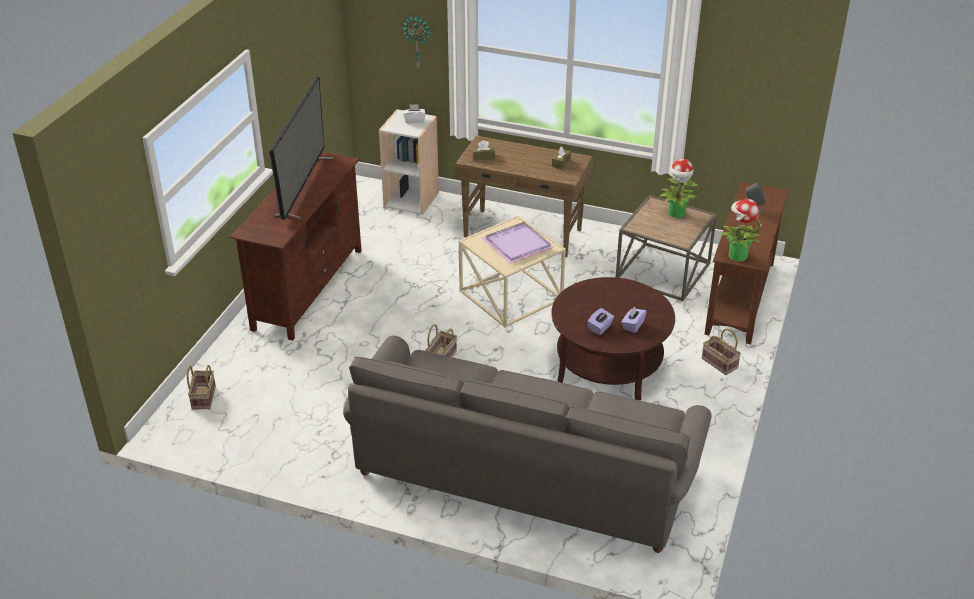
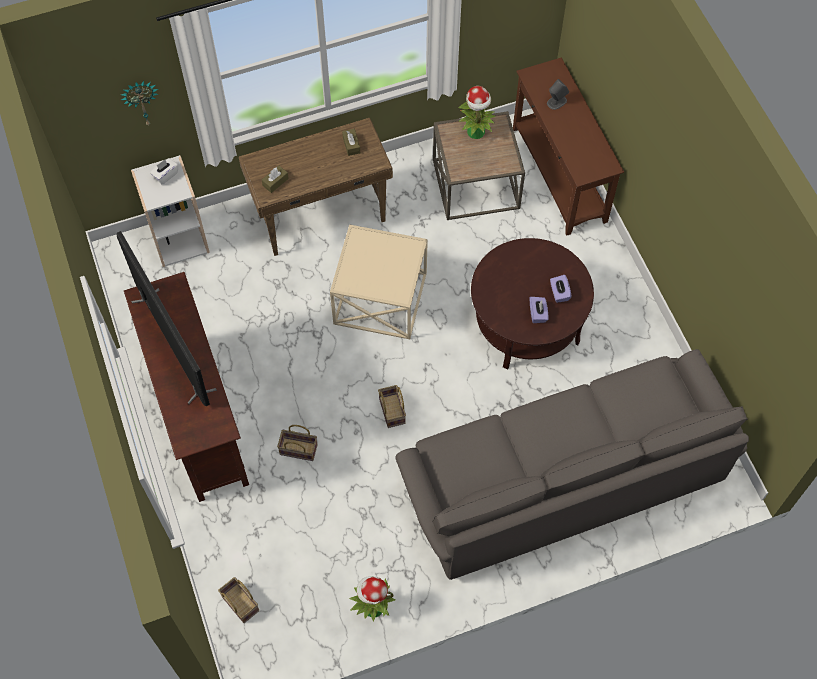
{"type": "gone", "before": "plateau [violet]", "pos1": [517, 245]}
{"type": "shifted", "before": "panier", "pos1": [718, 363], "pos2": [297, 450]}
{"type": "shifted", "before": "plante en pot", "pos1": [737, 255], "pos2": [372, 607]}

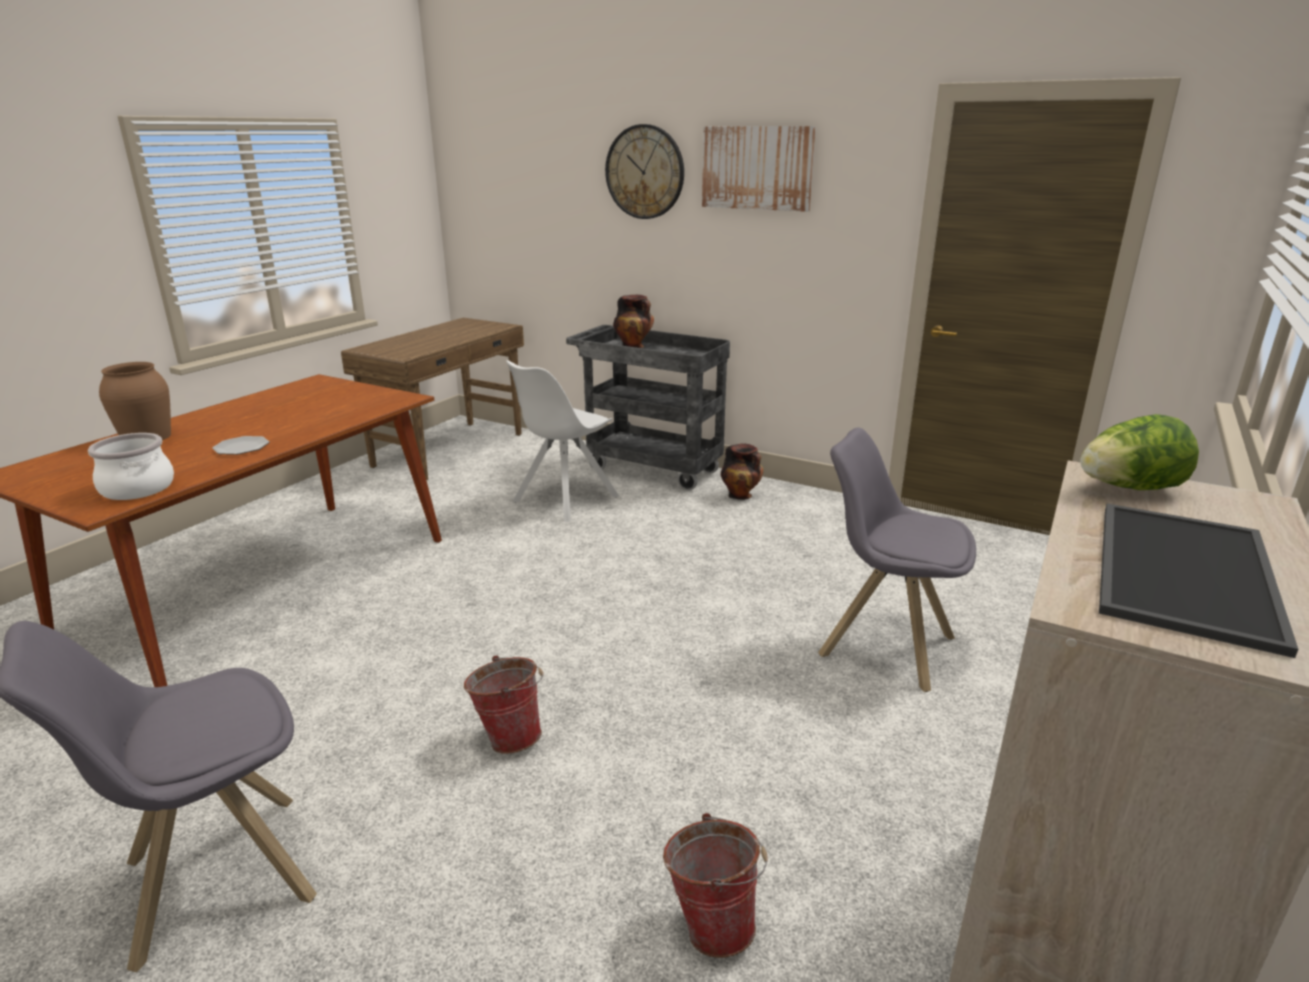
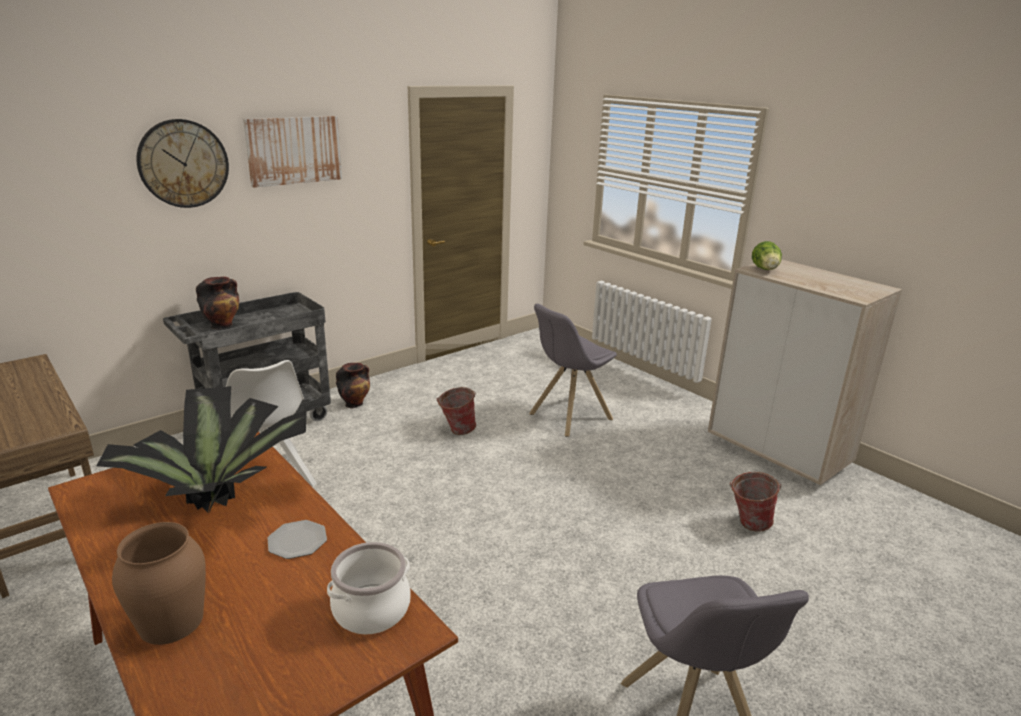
{"type": "shifted", "before": "seau", "pos1": [509, 735], "pos2": [456, 430]}
{"type": "gone", "before": "plateau", "pos1": [1179, 570]}
{"type": "new", "after": "plante en pot", "pos2": [221, 494]}

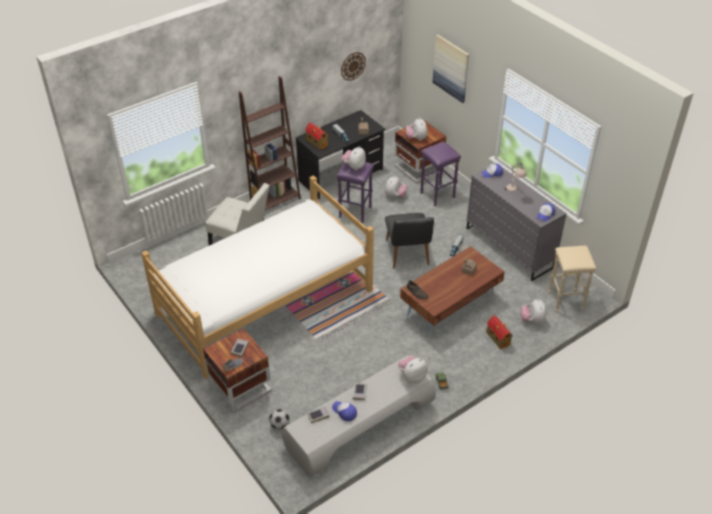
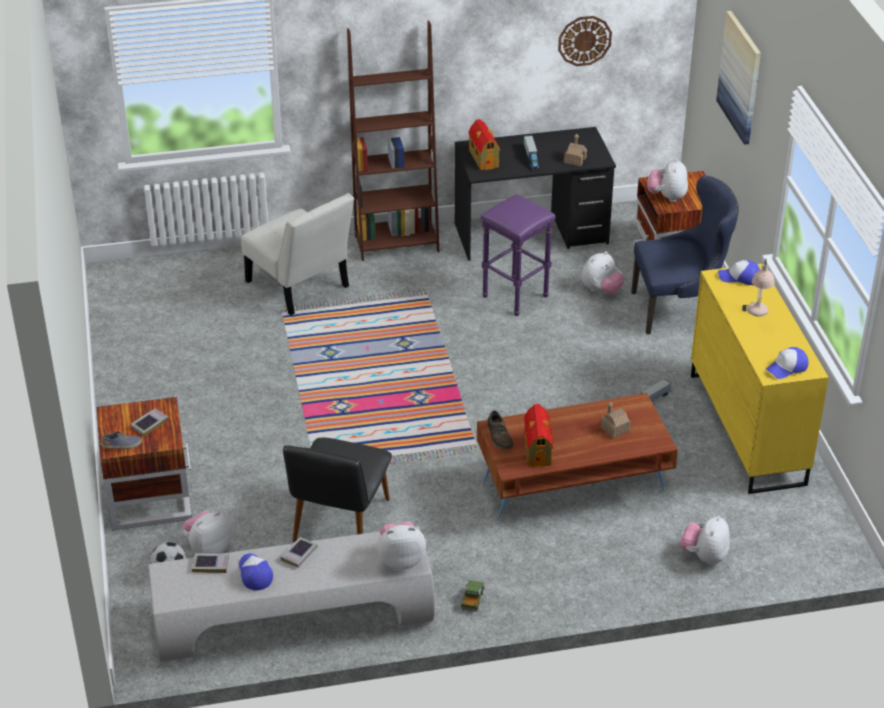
{"type": "gone", "before": "lit", "pos1": [264, 302]}
{"type": "shifted", "before": "peluche", "pos1": [354, 167], "pos2": [208, 547]}
{"type": "shifted", "before": "chaise [noir]", "pos1": [407, 252], "pos2": [341, 520]}
{"type": "swapped", "before": "tabouret [violet]", "after": "chaise [bleu]", "pos1": [438, 195], "pos2": [678, 309]}
{"type": "repainted", "before": "commode [gris]", "after": "commode [jaune]", "pos1": [510, 247], "pos2": [748, 429]}
{"type": "shifted", "before": "maison miniature", "pos1": [497, 338], "pos2": [537, 449]}
{"type": "gone", "before": "tabouret [beige]", "pos1": [566, 301]}

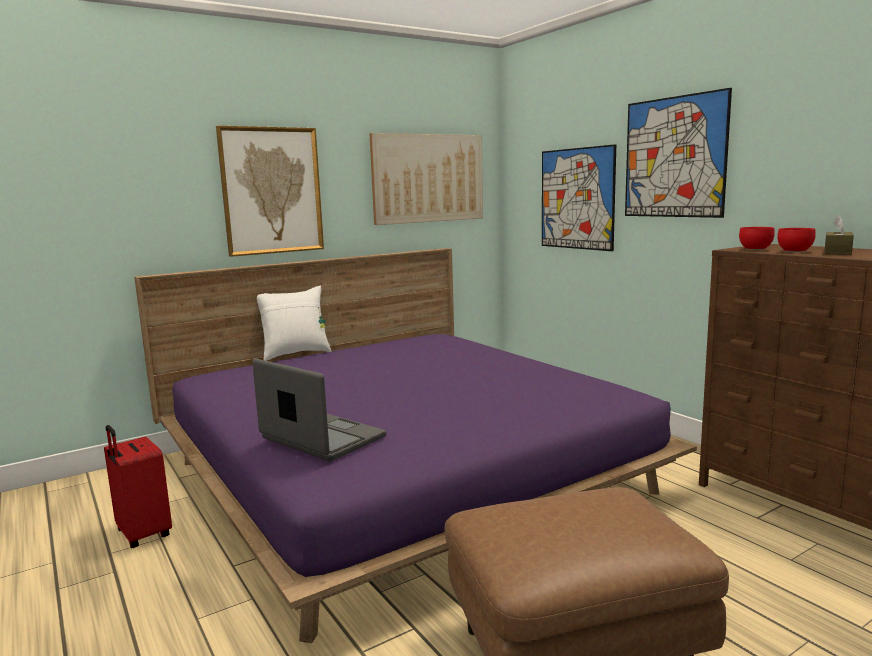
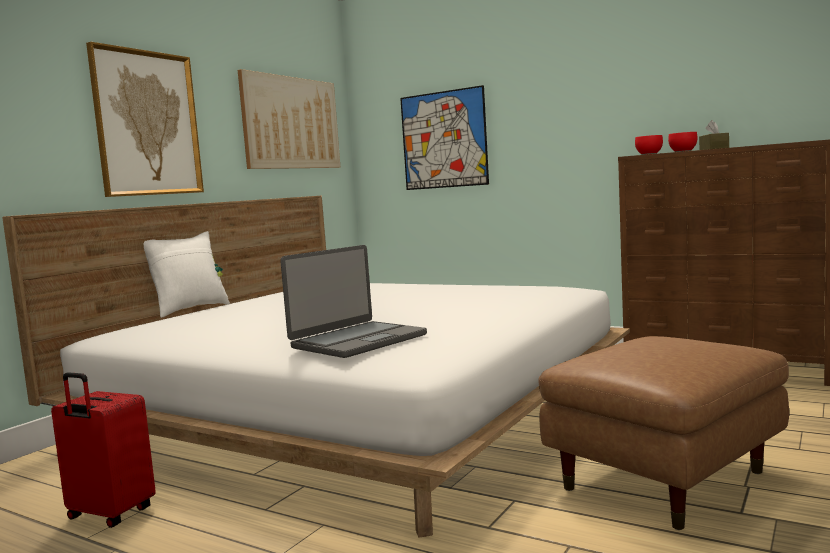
{"type": "repainted", "before": "lit [violet]", "after": "lit [blanc]", "pos1": [403, 476], "pos2": [361, 411]}
{"type": "rotated", "before": "ordinateur portable", "pos1": [321, 438], "pos2": [357, 341], "turn": 120}
{"type": "gone", "before": "tableau", "pos1": [674, 157]}

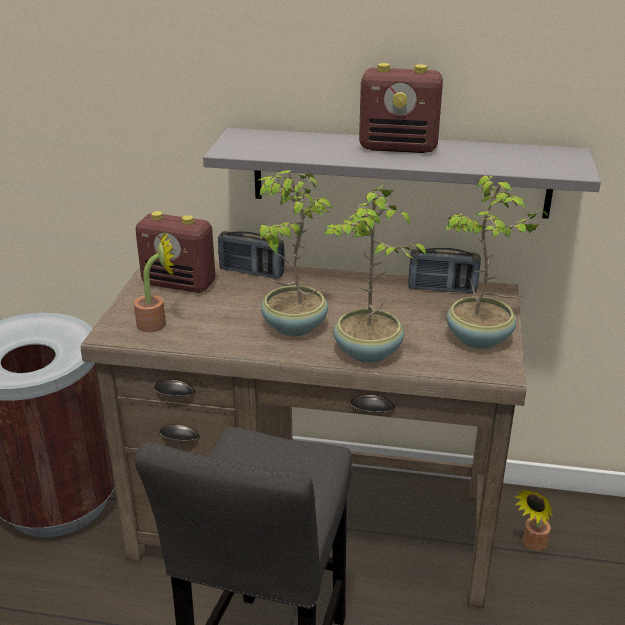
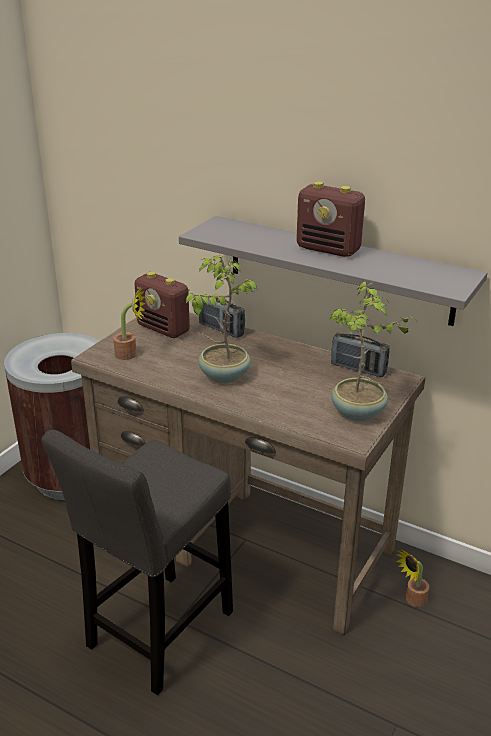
{"type": "gone", "before": "plante en pot", "pos1": [367, 353]}

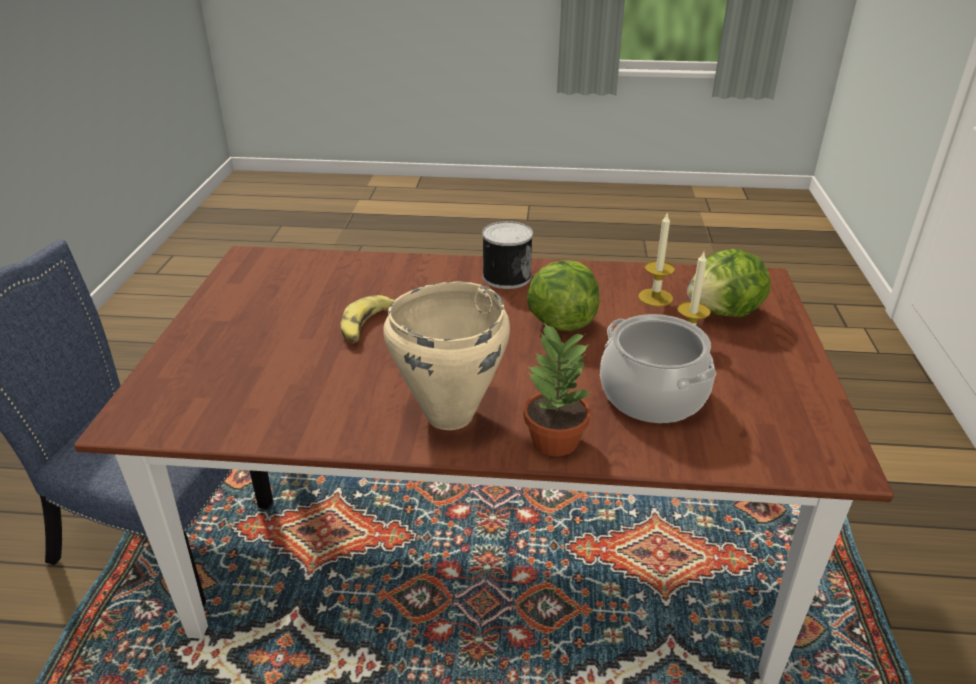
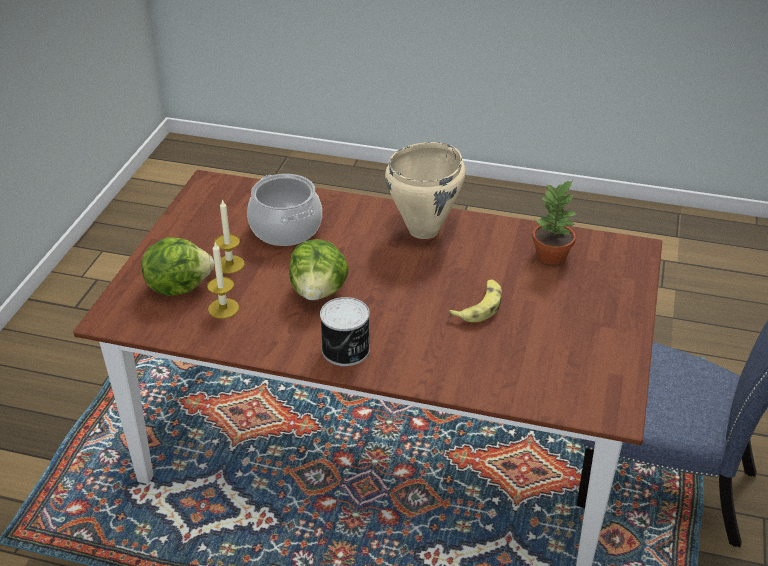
{"type": "shifted", "before": "plante en pot", "pos1": [553, 440], "pos2": [552, 256]}

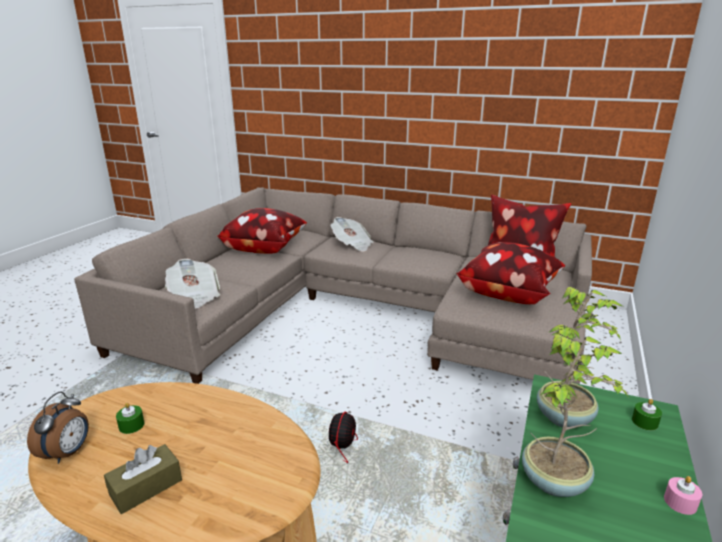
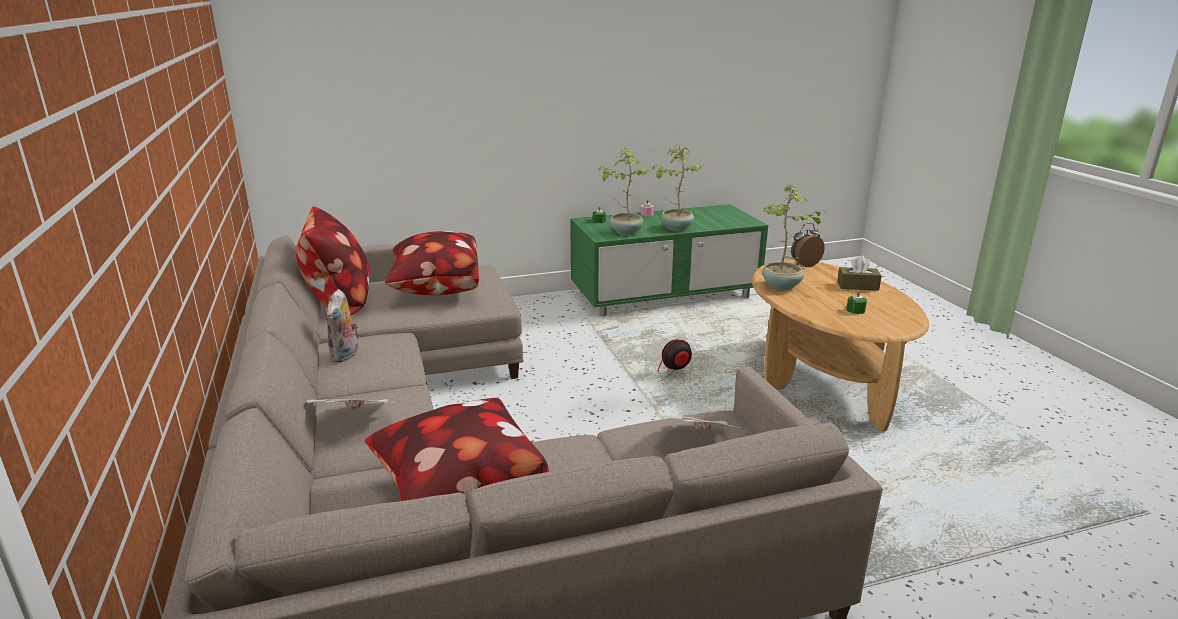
{"type": "shifted", "before": "réveil", "pos1": [68, 453], "pos2": [804, 264]}
{"type": "new", "after": "peluche", "pos2": [346, 355]}
{"type": "new", "after": "plante en pot", "pos2": [782, 286]}

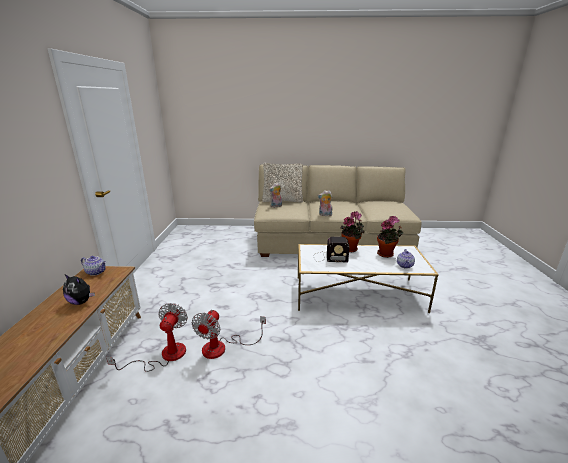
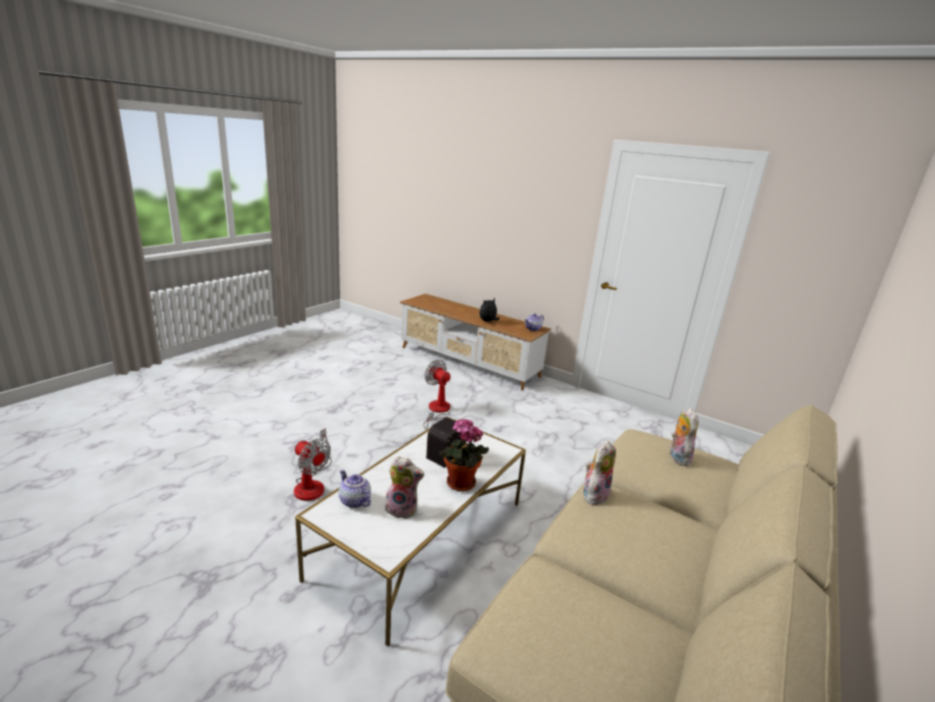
{"type": "shifted", "before": "ventilateur", "pos1": [164, 356], "pos2": [312, 484]}
{"type": "gone", "before": "coussin [beige]", "pos1": [283, 199]}
{"type": "swapped", "before": "plante en pot", "after": "peluche", "pos1": [386, 254], "pos2": [403, 509]}

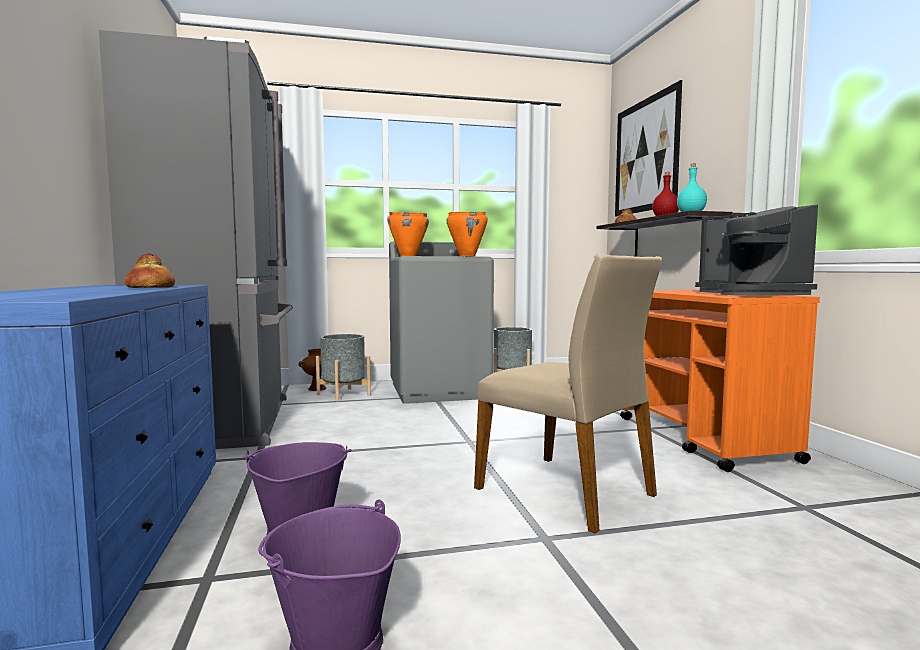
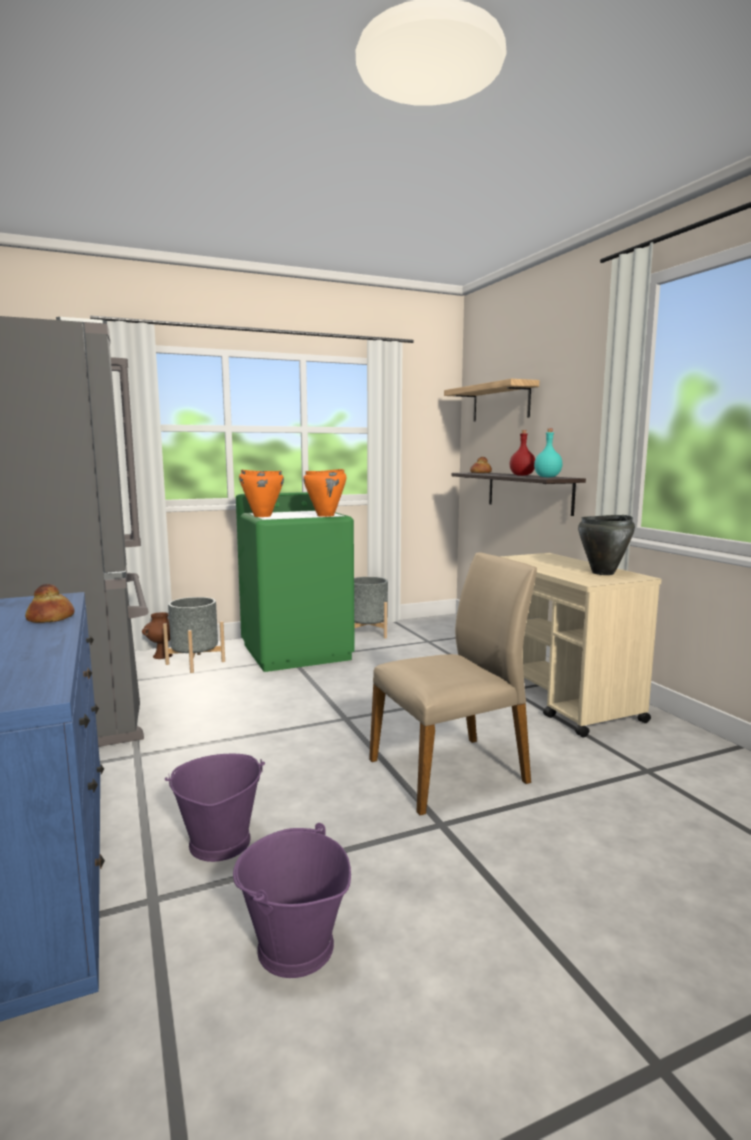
{"type": "repainted", "before": "lave-linge [gris]", "after": "lave-linge [vert]", "pos1": [440, 391], "pos2": [297, 651]}
{"type": "rotated", "before": "chaise [beige]", "pos1": [567, 491], "pos2": [450, 771], "turn": -60}
{"type": "swapped", "before": "tableau", "after": "étagère", "pos1": [645, 155], "pos2": [500, 402]}
{"type": "repainted", "before": "chariot [orange]", "after": "chariot [beige]", "pos1": [703, 439], "pos2": [560, 700]}
{"type": "swapped", "before": "machine à café", "after": "marmite [noir]", "pos1": [750, 294], "pos2": [603, 573]}

